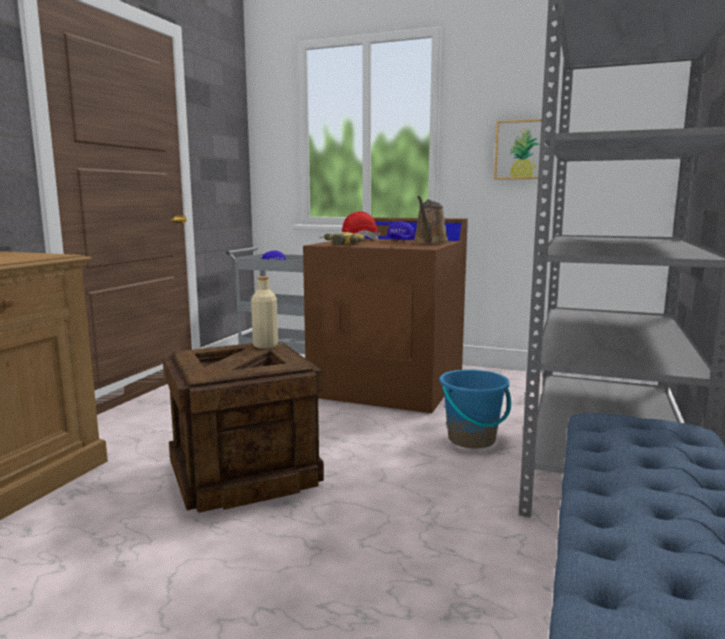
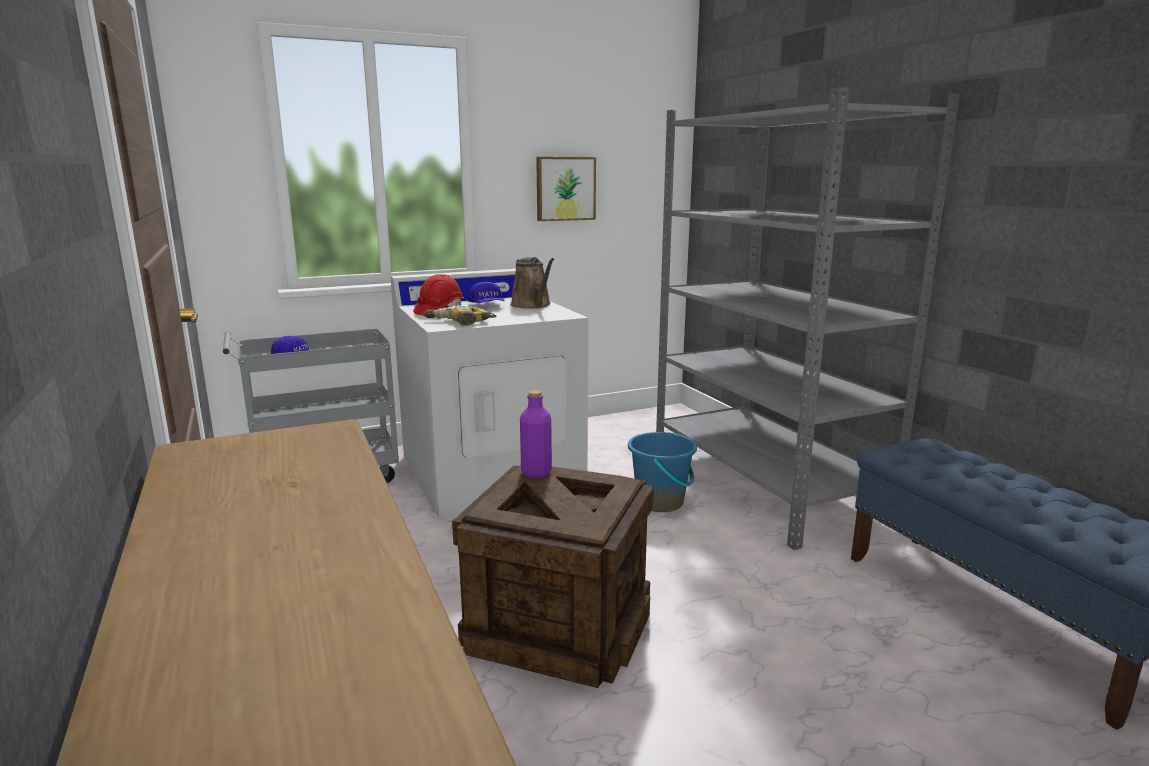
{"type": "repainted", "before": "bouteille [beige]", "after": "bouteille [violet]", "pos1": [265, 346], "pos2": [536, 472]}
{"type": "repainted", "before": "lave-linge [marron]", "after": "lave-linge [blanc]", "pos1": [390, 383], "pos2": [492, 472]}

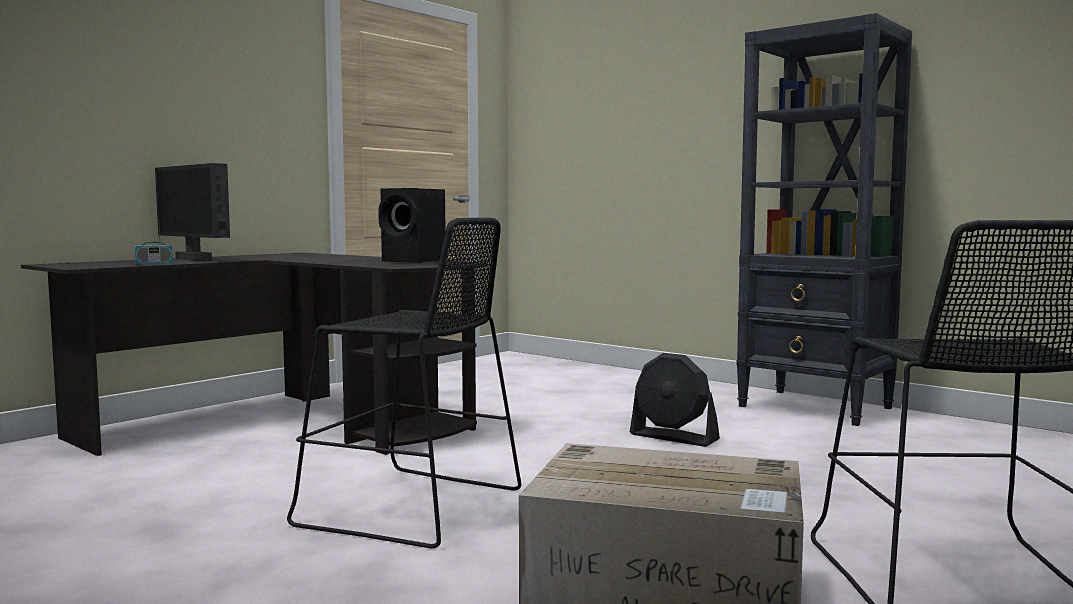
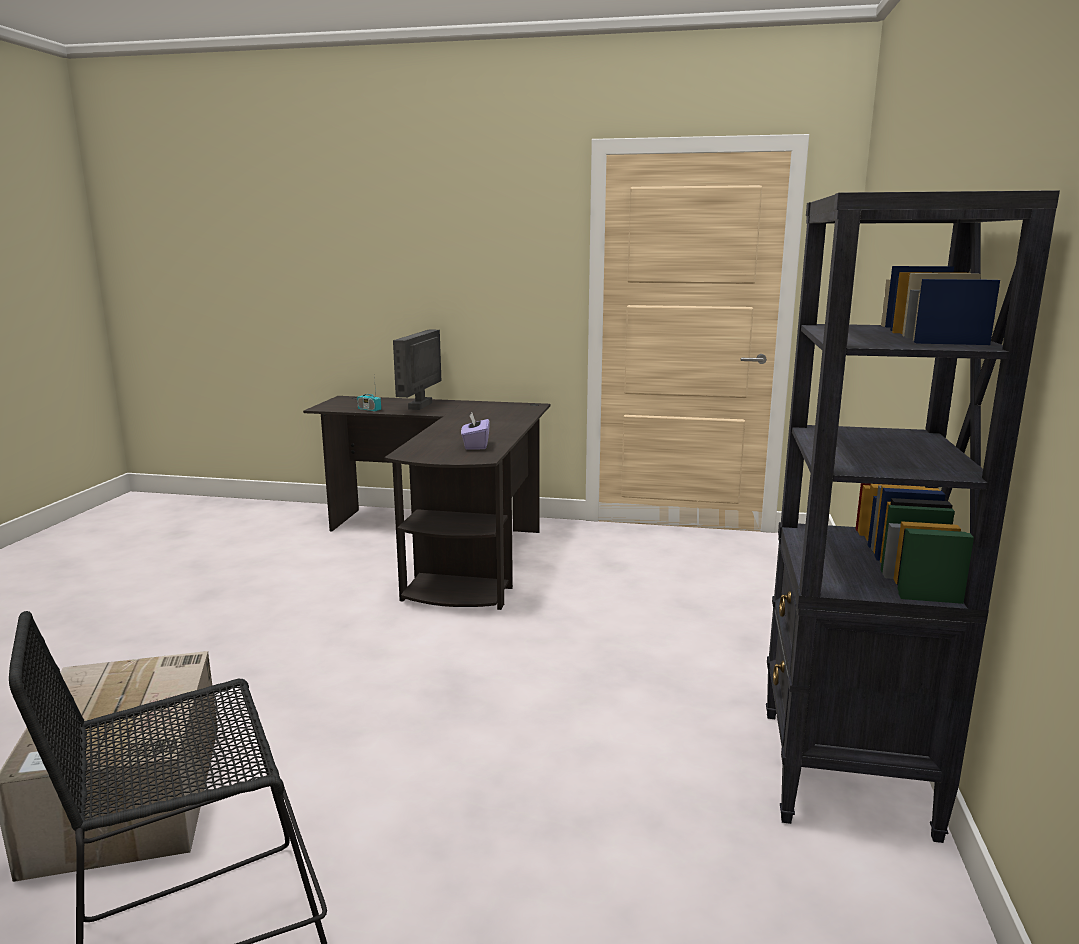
{"type": "gone", "before": "tabouret [noir]", "pos1": [409, 506]}
{"type": "swapped", "before": "enceinte [noir]", "after": "boîte à mouchoirs [violet]", "pos1": [415, 261], "pos2": [475, 445]}
{"type": "gone", "before": "ventilateur [noir]", "pos1": [674, 437]}

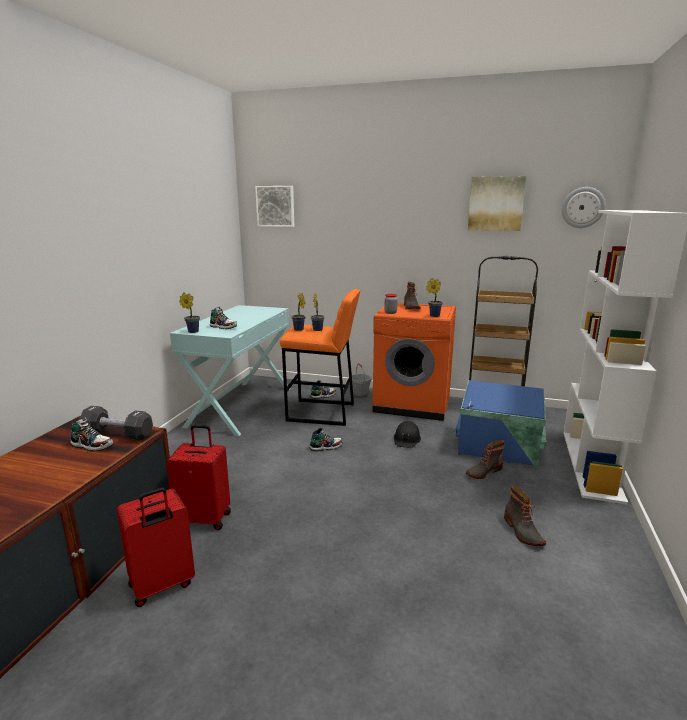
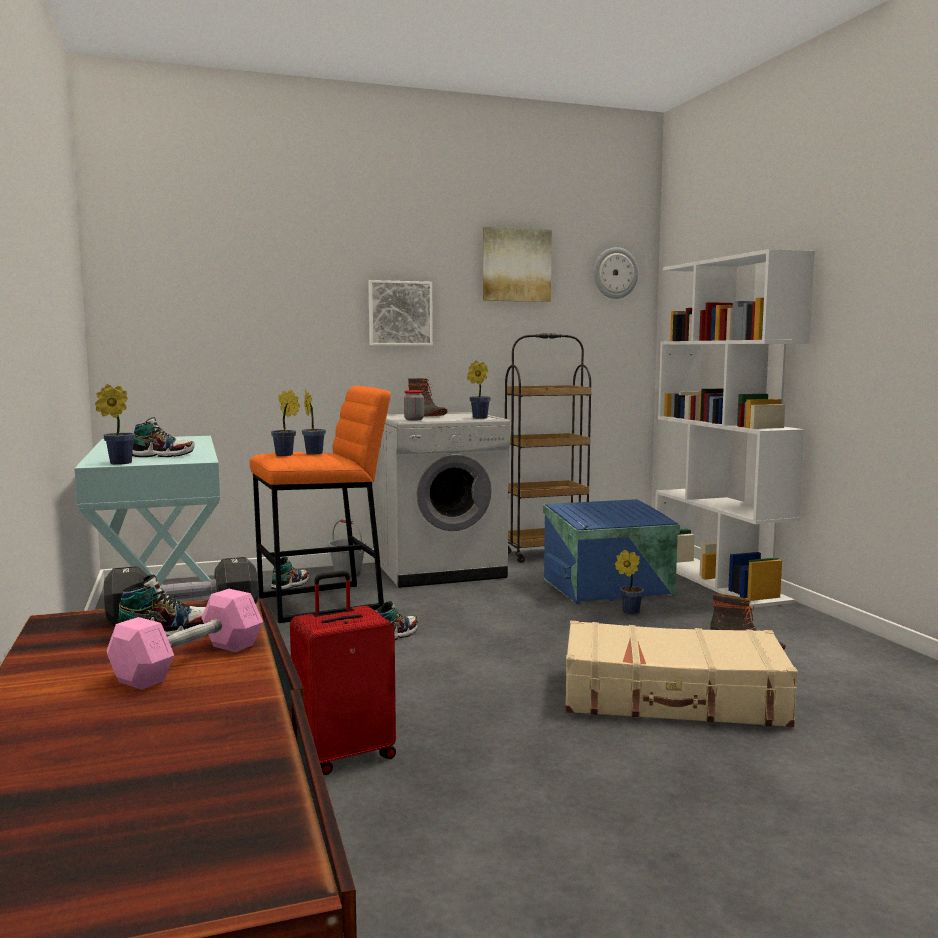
{"type": "gone", "before": "valise [rouge]", "pos1": [162, 586]}
{"type": "shifted", "before": "tableau", "pos1": [275, 206], "pos2": [400, 313]}
{"type": "repainted", "before": "lave-linge [orange]", "after": "lave-linge [blanc]", "pos1": [412, 405], "pos2": [441, 571]}
{"type": "gone", "before": "casque de chantier [noir]", "pos1": [407, 439]}
{"type": "swapped", "before": "botte", "after": "plante en pot", "pos1": [483, 471], "pos2": [628, 611]}
{"type": "new", "after": "haltère [rose]", "pos2": [190, 662]}
{"type": "new", "after": "valise [beige]", "pos2": [673, 698]}

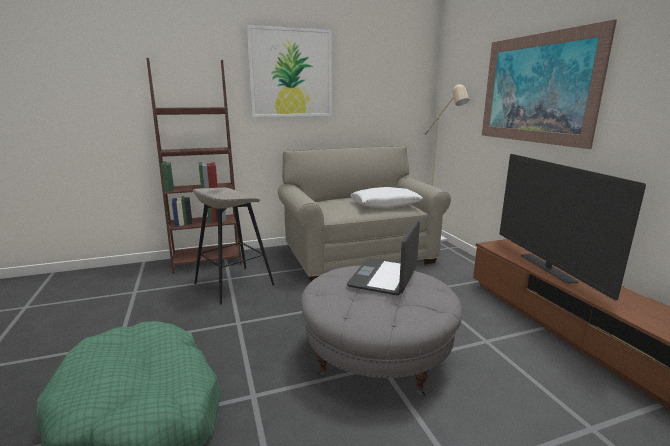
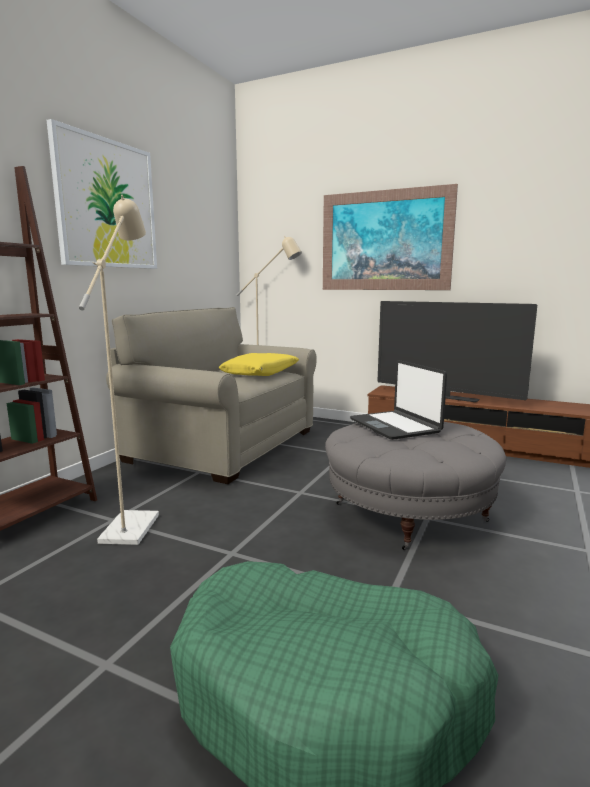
{"type": "swapped", "before": "tabouret [gris]", "after": "lampadaire [beige]", "pos1": [233, 284], "pos2": [134, 522]}
{"type": "repainted", "before": "coussin [blanc]", "after": "coussin [jaune]", "pos1": [385, 204], "pos2": [260, 373]}

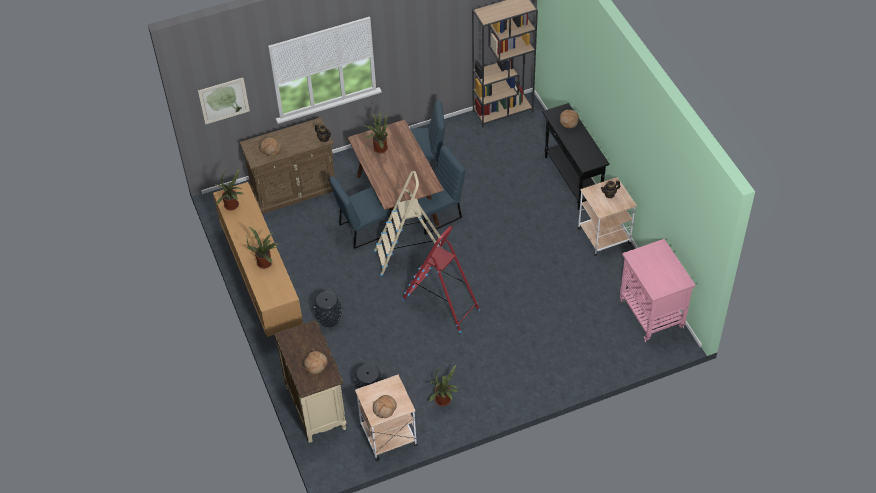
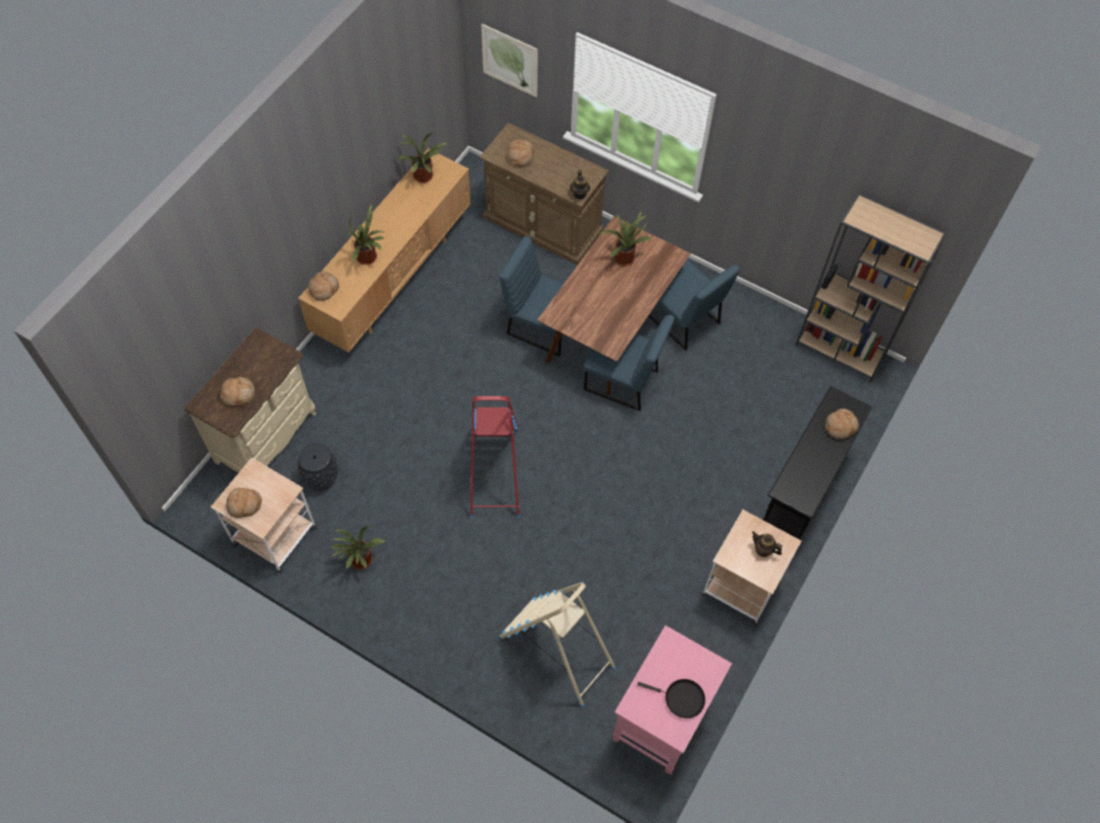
{"type": "gone", "before": "tabouret [noir]", "pos1": [329, 319]}
{"type": "shifted", "before": "escabeau [beige]", "pos1": [410, 257], "pos2": [556, 652]}
{"type": "new", "after": "pain", "pos2": [324, 288]}
{"type": "new", "after": "poêle [noir]", "pos2": [681, 699]}

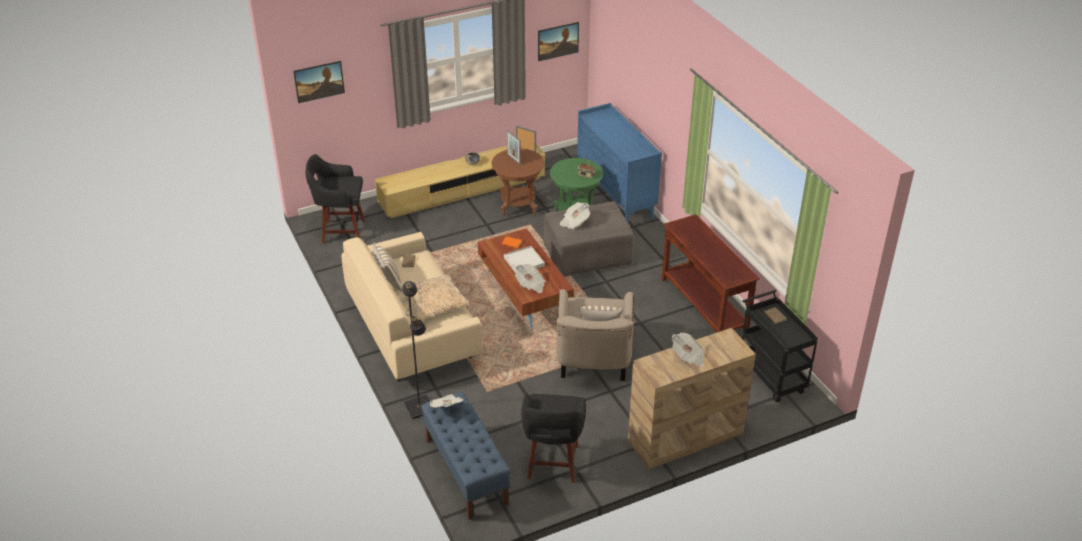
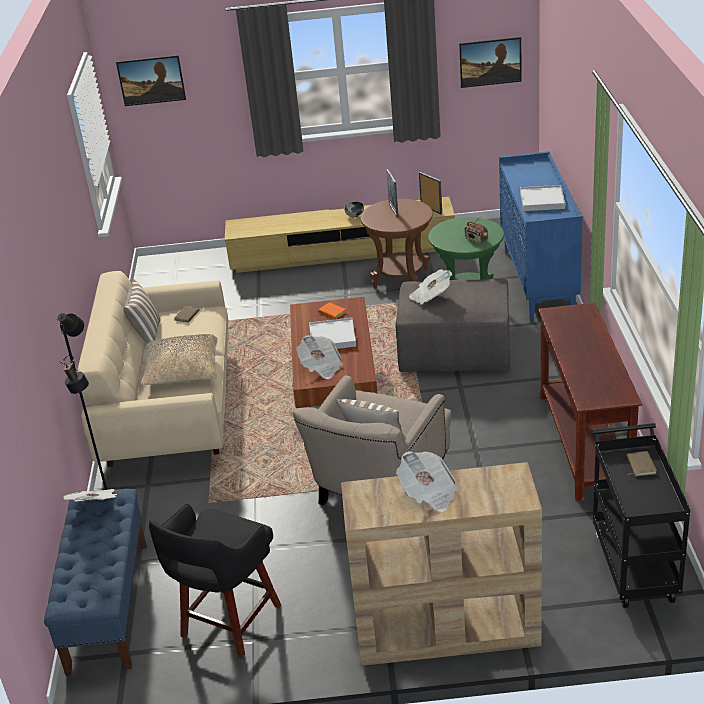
{"type": "gone", "before": "tabouret [noir]", "pos1": [341, 232]}
{"type": "new", "after": "plateau [blanc]", "pos2": [542, 200]}

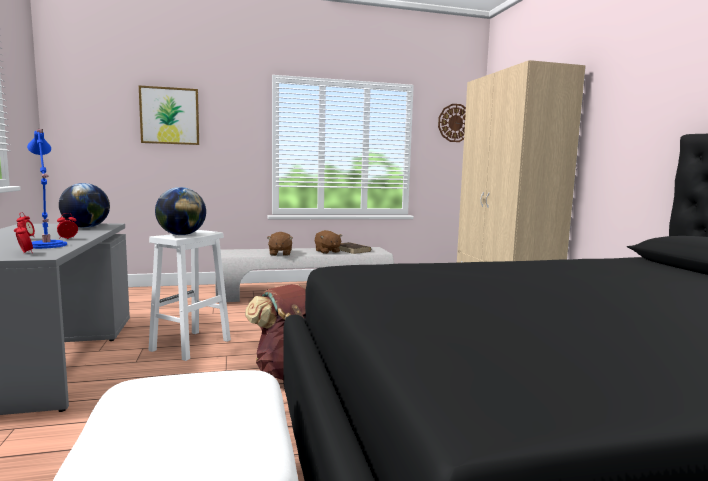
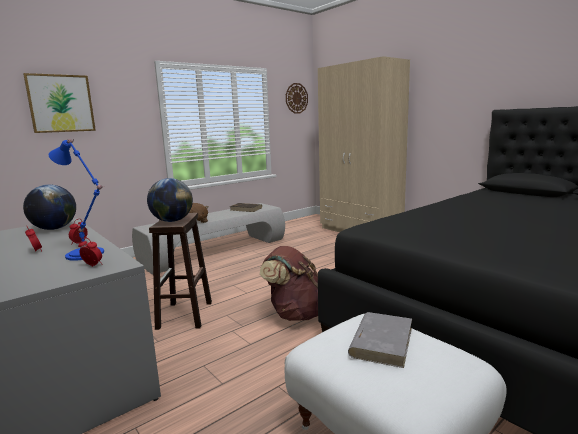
{"type": "repainted", "before": "tabouret [blanc]", "after": "tabouret [marron]", "pos1": [190, 345], "pos2": [185, 315]}
{"type": "gone", "before": "peluche [marron]", "pos1": [327, 251]}
{"type": "new", "after": "livre [gris]", "pos2": [381, 341]}

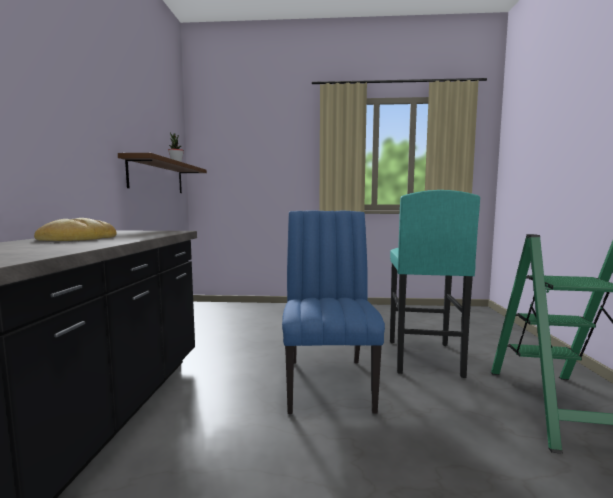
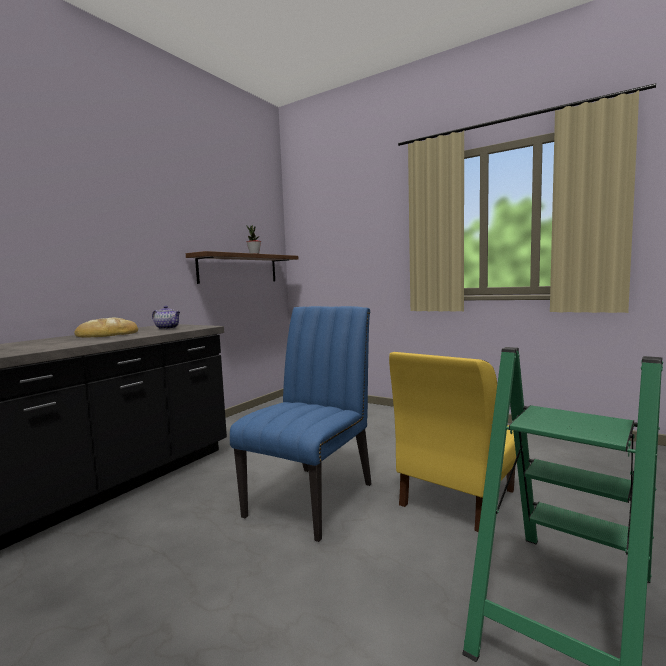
{"type": "swapped", "before": "tabouret [turquoise]", "after": "chaise [jaune]", "pos1": [423, 358], "pos2": [456, 497]}
{"type": "new", "after": "théière", "pos2": [168, 328]}

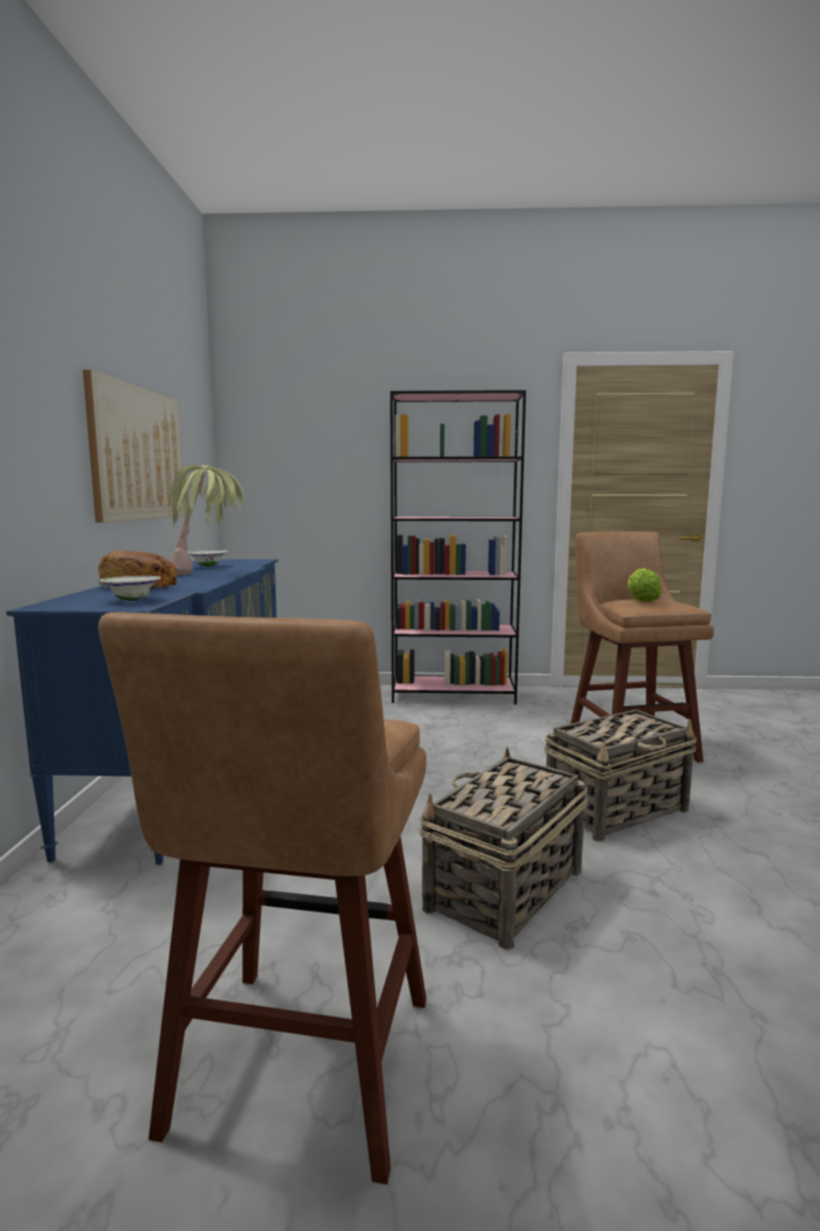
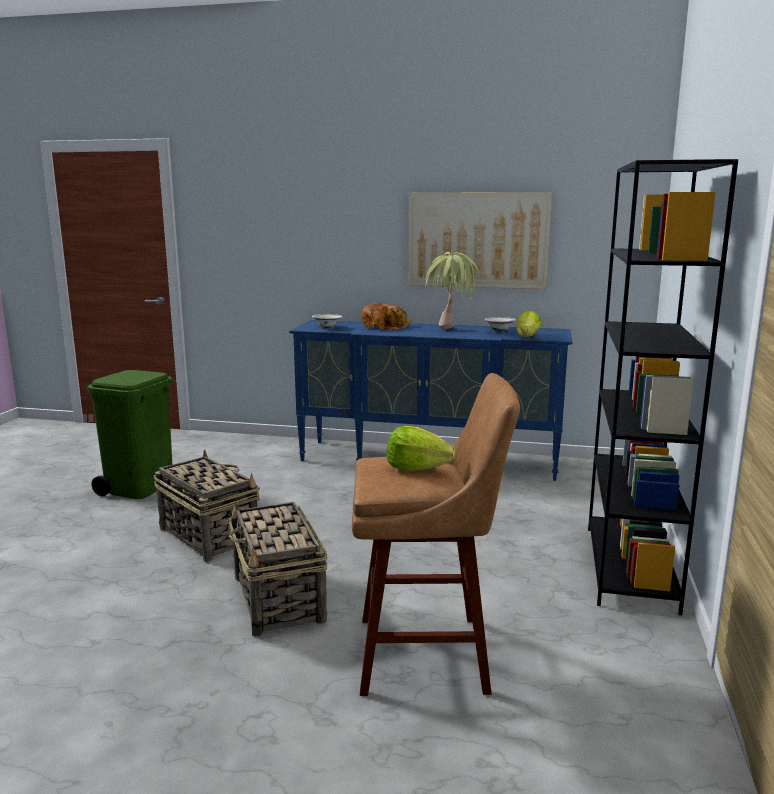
{"type": "swapped", "before": "tabouret [marron]", "after": "poubelle [vert]", "pos1": [299, 1072], "pos2": [140, 487]}
{"type": "repainted", "before": "bibliothèque [rose]", "after": "bibliothèque [noir]", "pos1": [454, 695], "pos2": [630, 568]}
{"type": "new", "after": "laitue", "pos2": [527, 337]}

